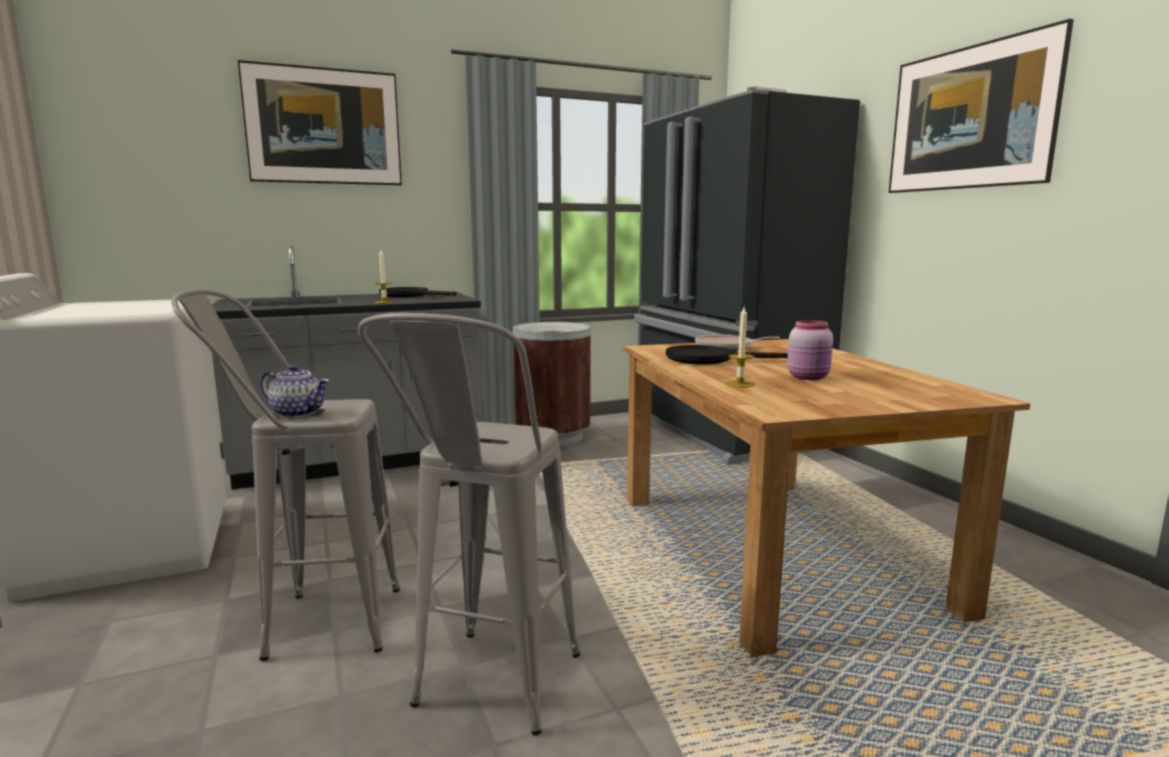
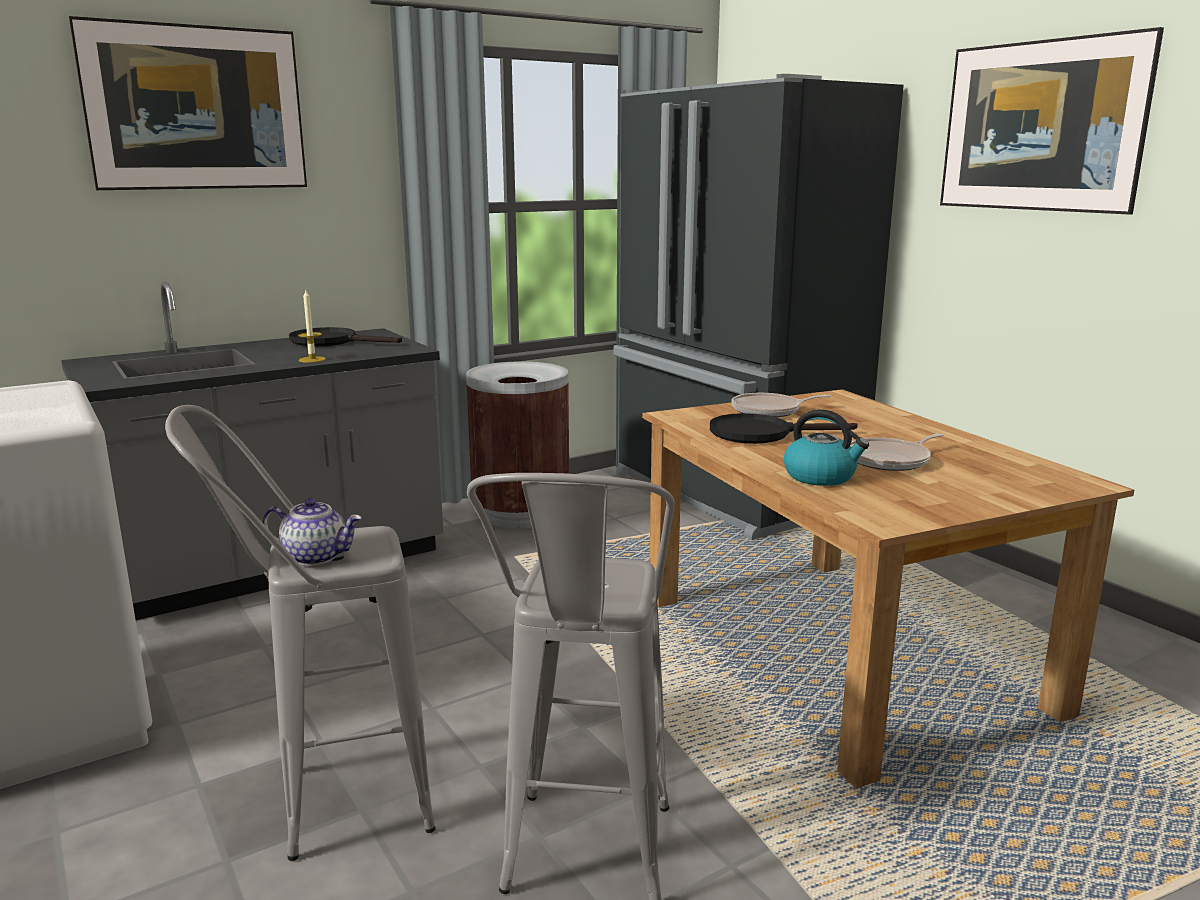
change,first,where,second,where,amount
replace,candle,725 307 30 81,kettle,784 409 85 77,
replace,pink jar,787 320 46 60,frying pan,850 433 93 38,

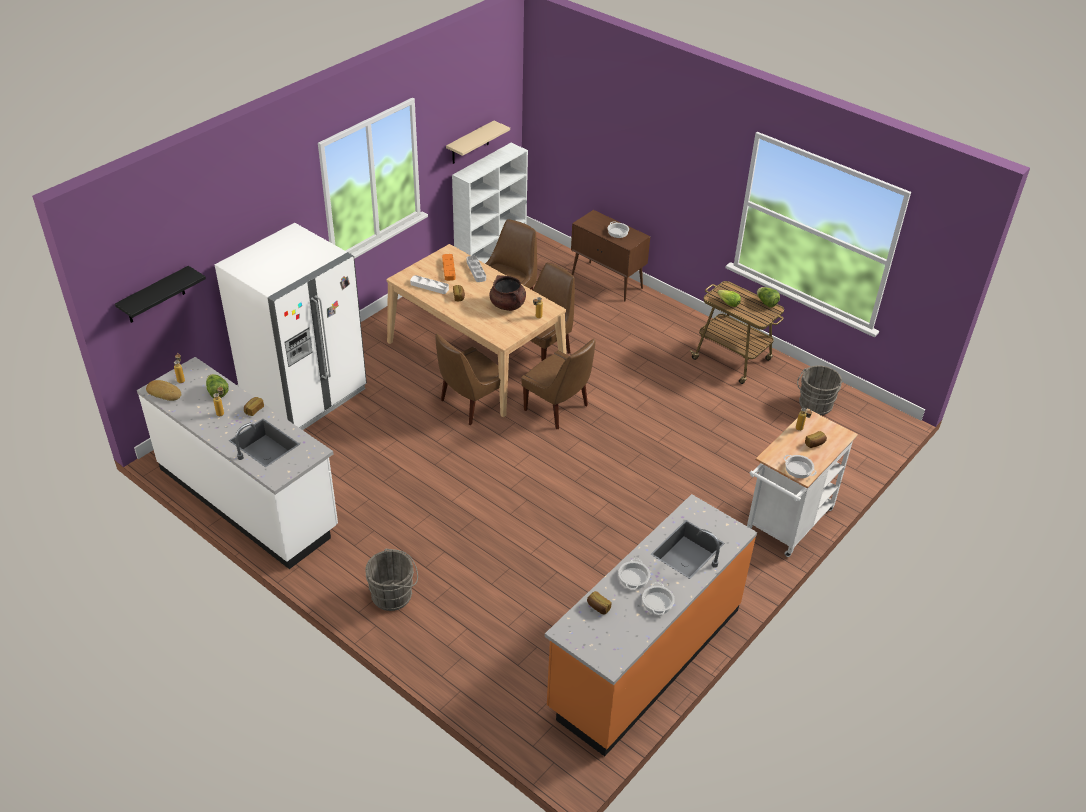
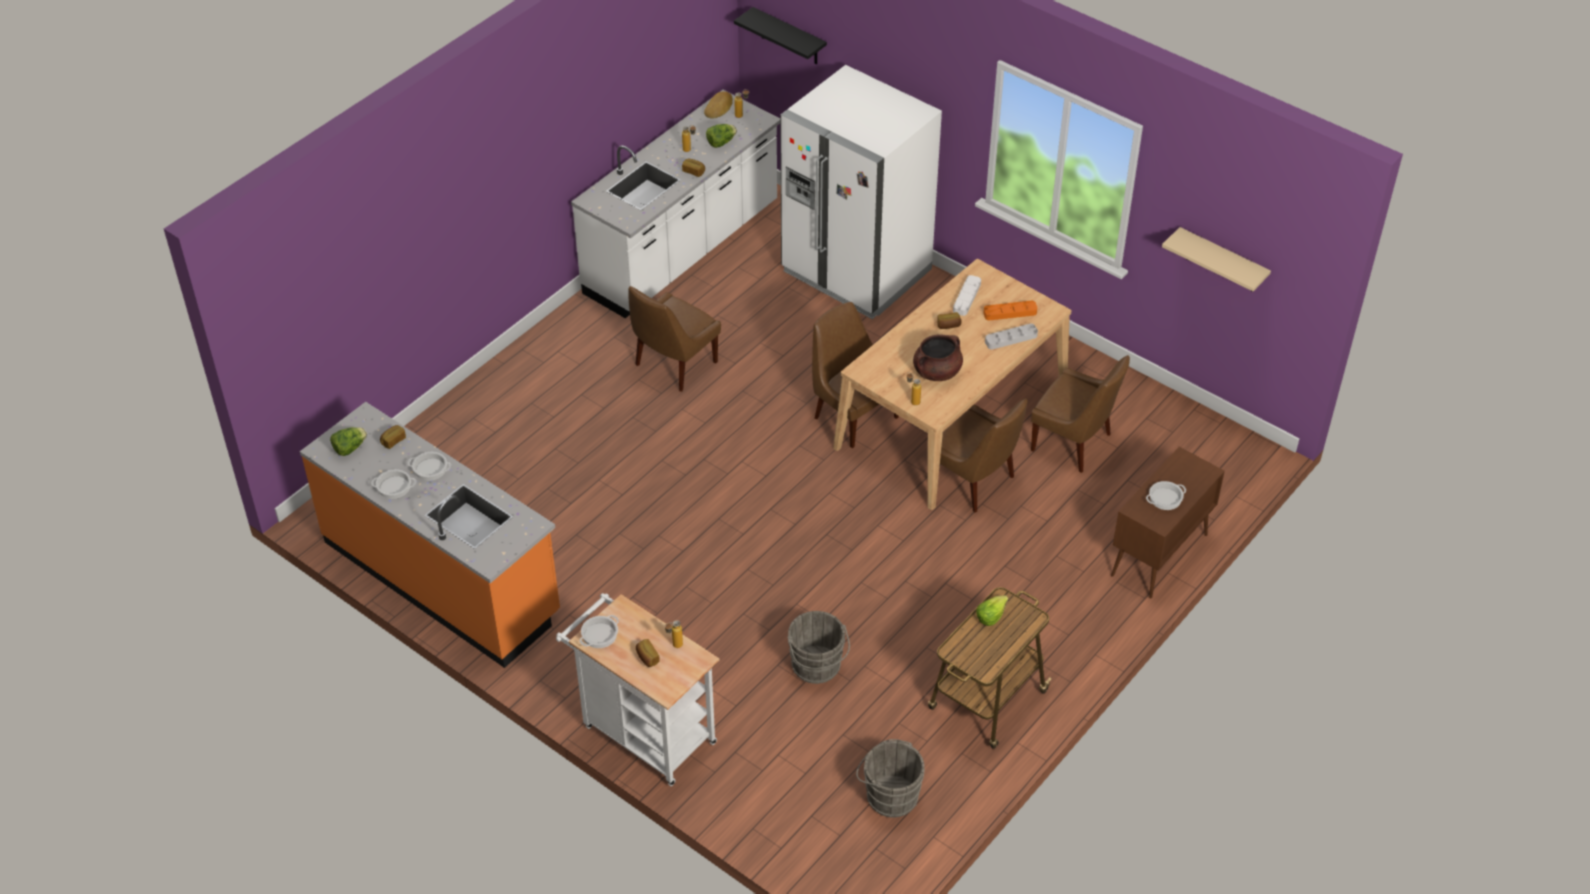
change,first,where,second,where,amount
move,grey bucket,365 549 53 62,,787 611 63 73,
delete,white bookcase,452 143 76 120,,,
move,brown chair,521 339 75 90,,628 286 93 106,
move,lettuce,757 287 23 21,,330 427 37 29,

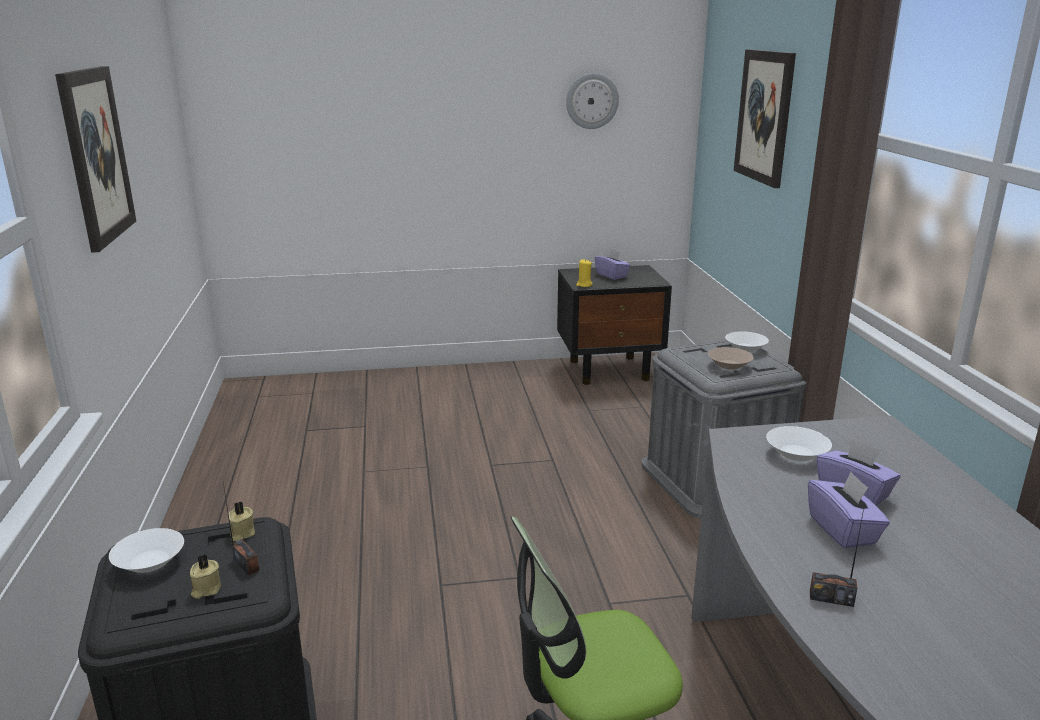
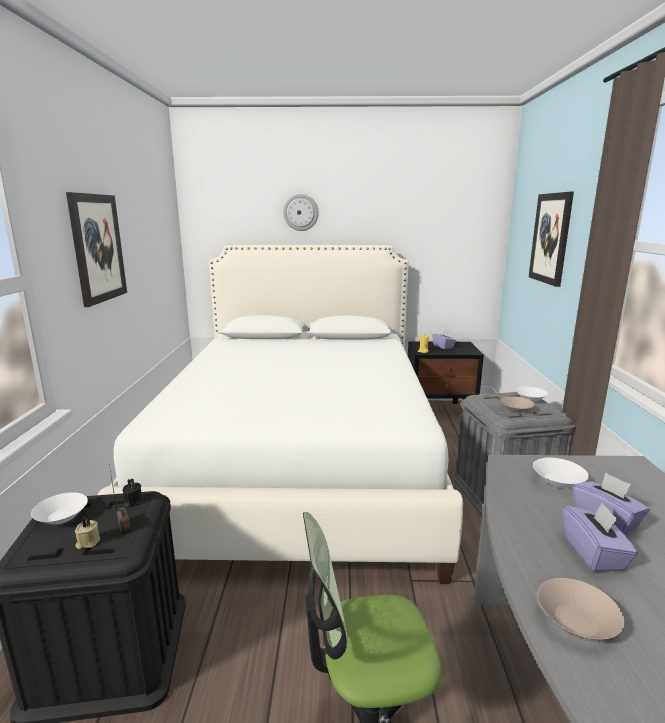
change,first,where,second,where,amount
recolor,beige candle,229 501 26 40,black candle,123 479 19 29,
move,wall clock,566 73 53 56,,283 194 36 37,
replace,radio,810 503 55 104,beige bowl,537 578 87 62,
insert,,,white bed,97 245 366 339,

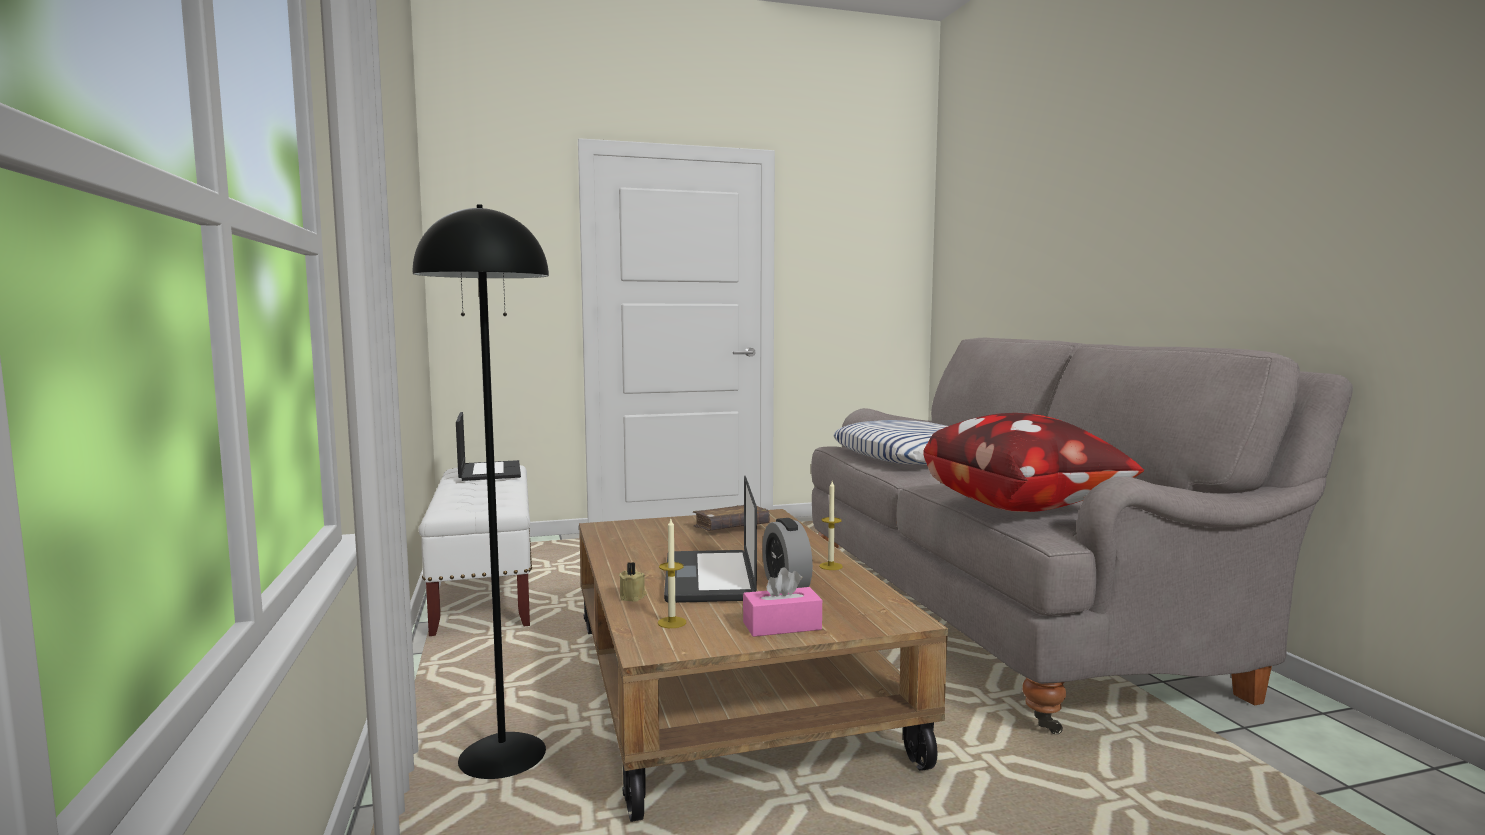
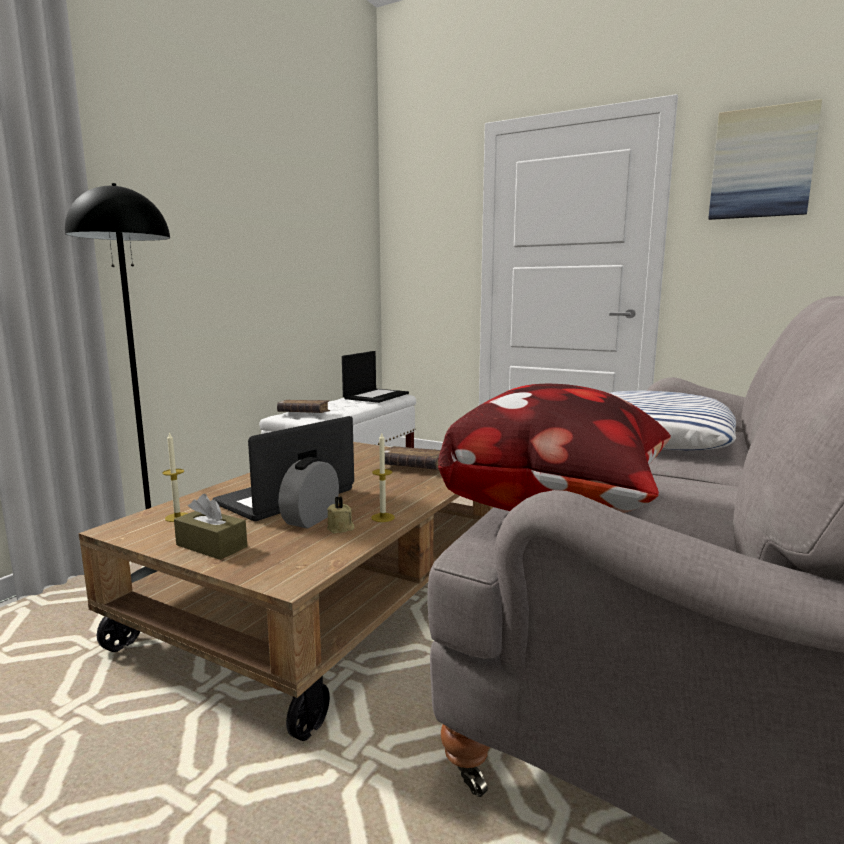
change,first,where,second,where,amount
move,beige candle,619 562 28 40,,327 496 28 38,
recolor,pink tissue box,743 567 79 70,brown tissue box,174 494 73 66,
insert,,,brown book,277 400 53 13,
insert,,,picture,708 99 114 121,

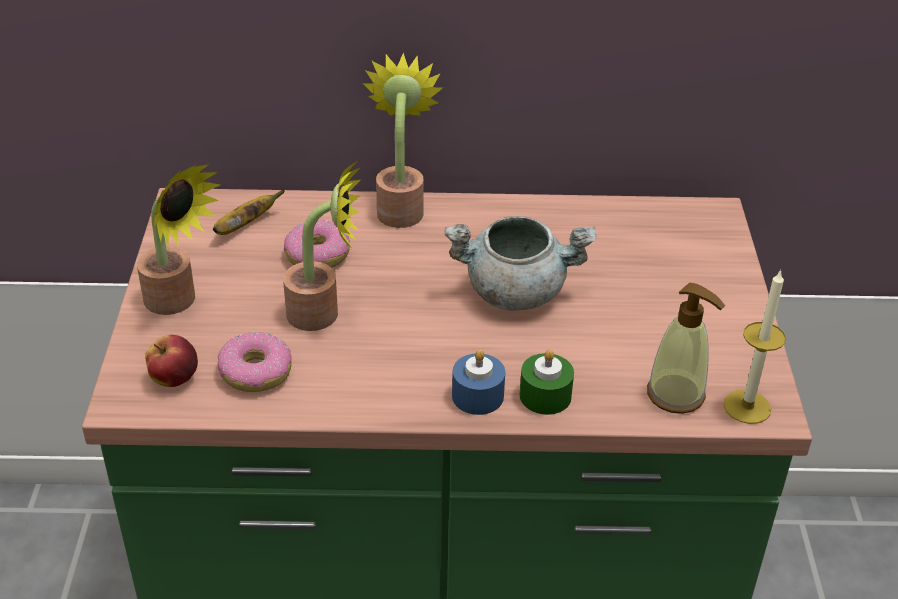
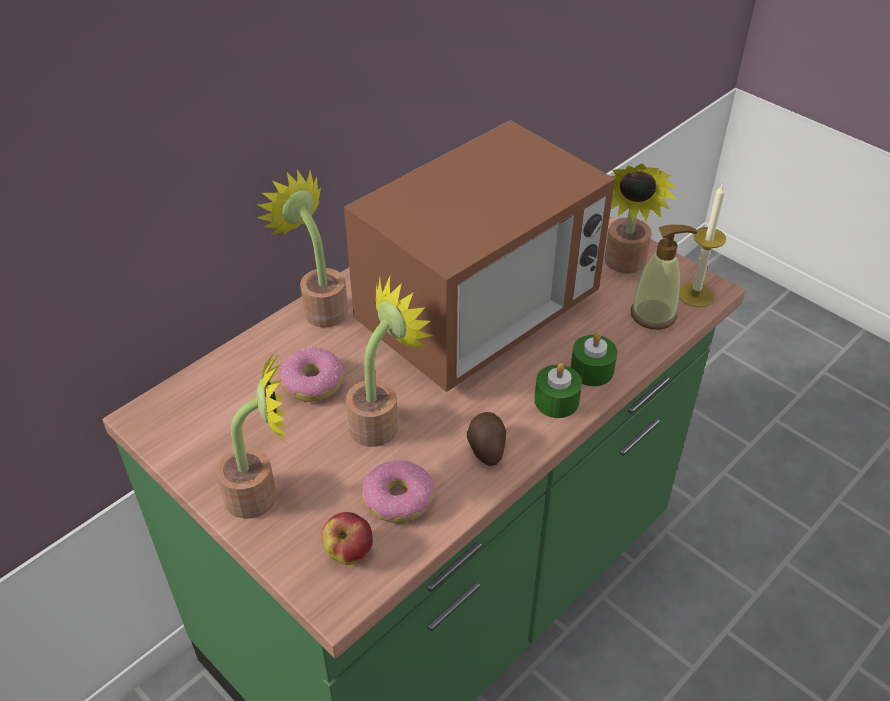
change,first,where,second,where,amount
delete,banana,213 188 72 47,,,
replace,grey cooking pot,445 216 152 94,microwave,344 120 271 272,
recolor,blue candle,452 349 53 66,green candle,534 363 48 55,
insert,,,potato,467 412 39 54,
insert,,,potted plant,604 164 73 110,

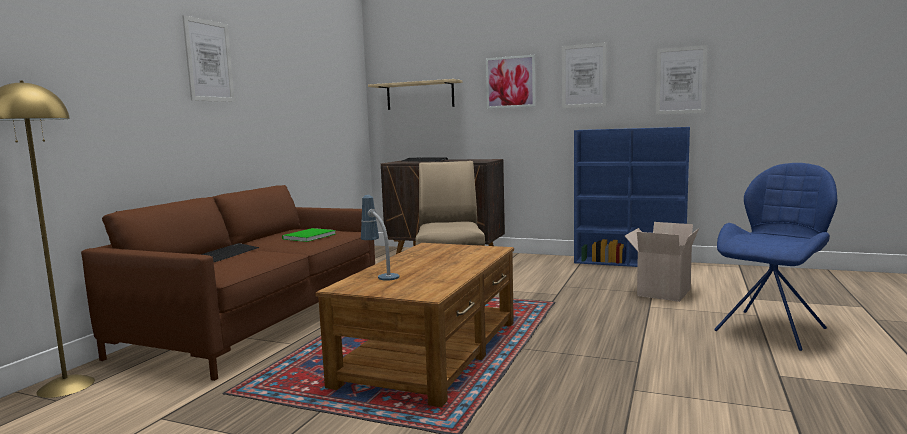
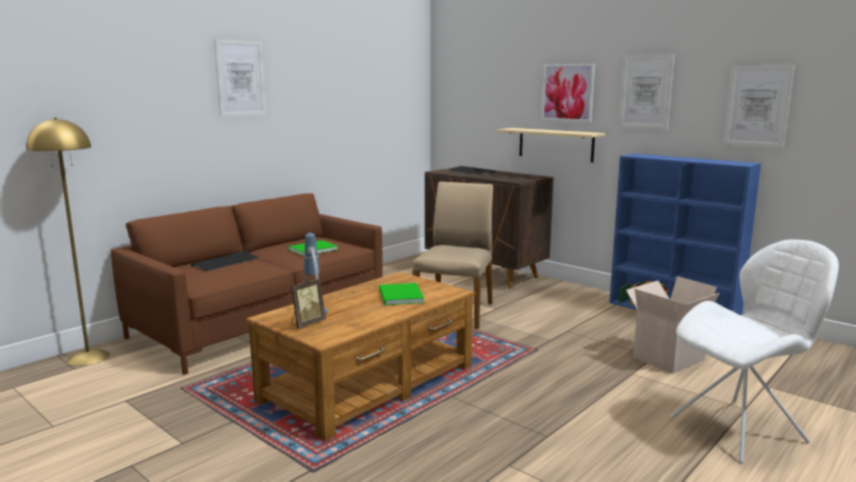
change,first,where,second,where,amount
move,beige shelf,368 79 94 31,,497 128 108 35,
recolor,blue chair,714 163 123 188,white chair,670 239 169 224,
insert,,,picture frame,291 277 35 52,
insert,,,green book,379 283 45 22,

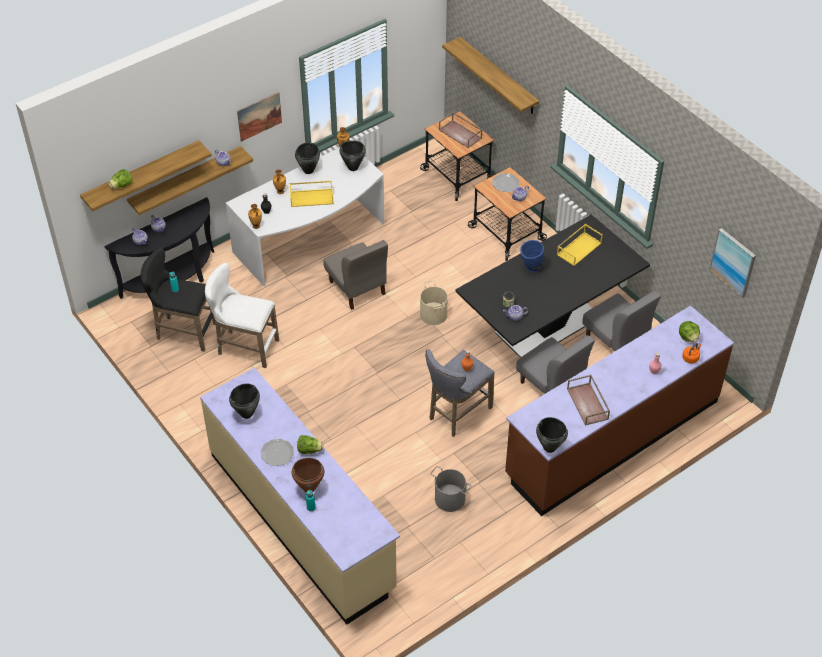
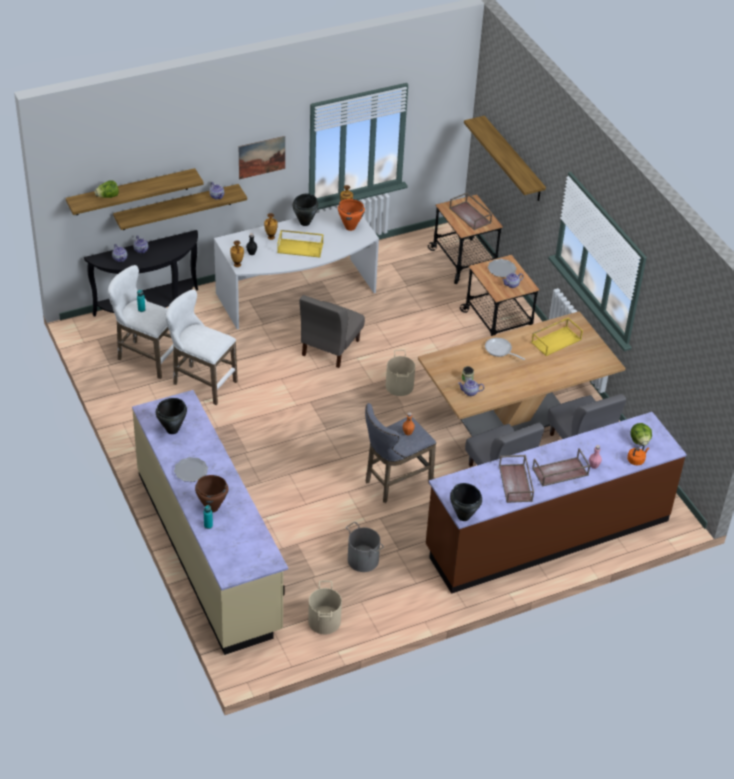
change,first,where,second,where,amount
recolor,black stool,141 247 74 105,white stool,108 265 73 114,
delete,lettuce,297 435 27 19,,,
rotate,grey chair,324 240 64 70,,299 295 66 73,45 degrees clockwise
recolor,black cooking pot,339 140 27 31,orange cooking pot,338 199 27 32,
recolor,black dining table,455 214 195 144,beige dining table,418 311 208 125,
replace,blue vase,520 240 24 32,frying pan,485 338 40 22,
delete,picture,709 228 47 70,,,
insert,,,beige bucket,308 581 34 53,
insert,,,brown tray,532 448 58 39,

